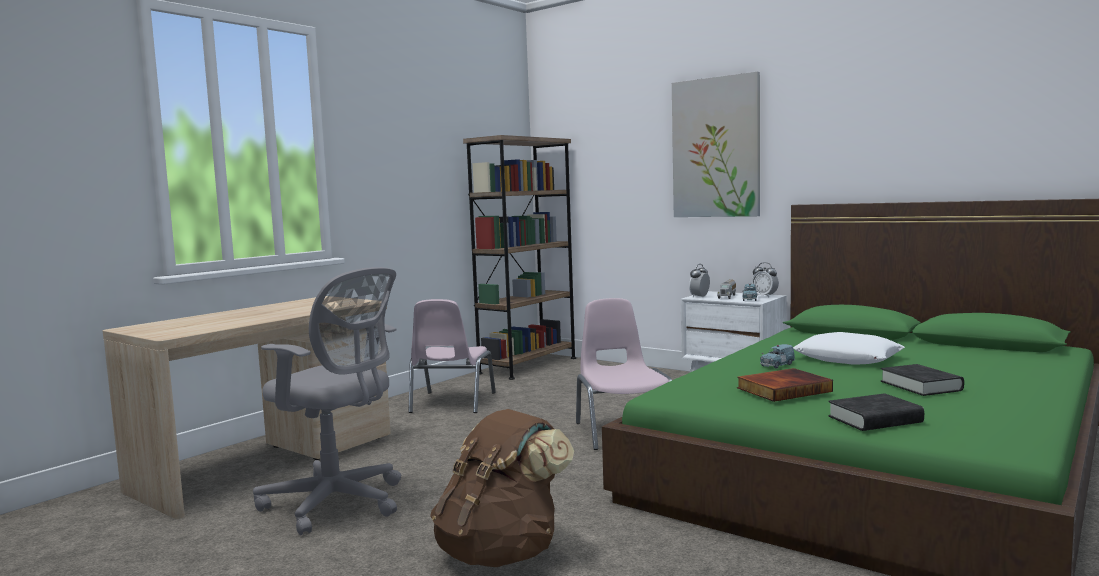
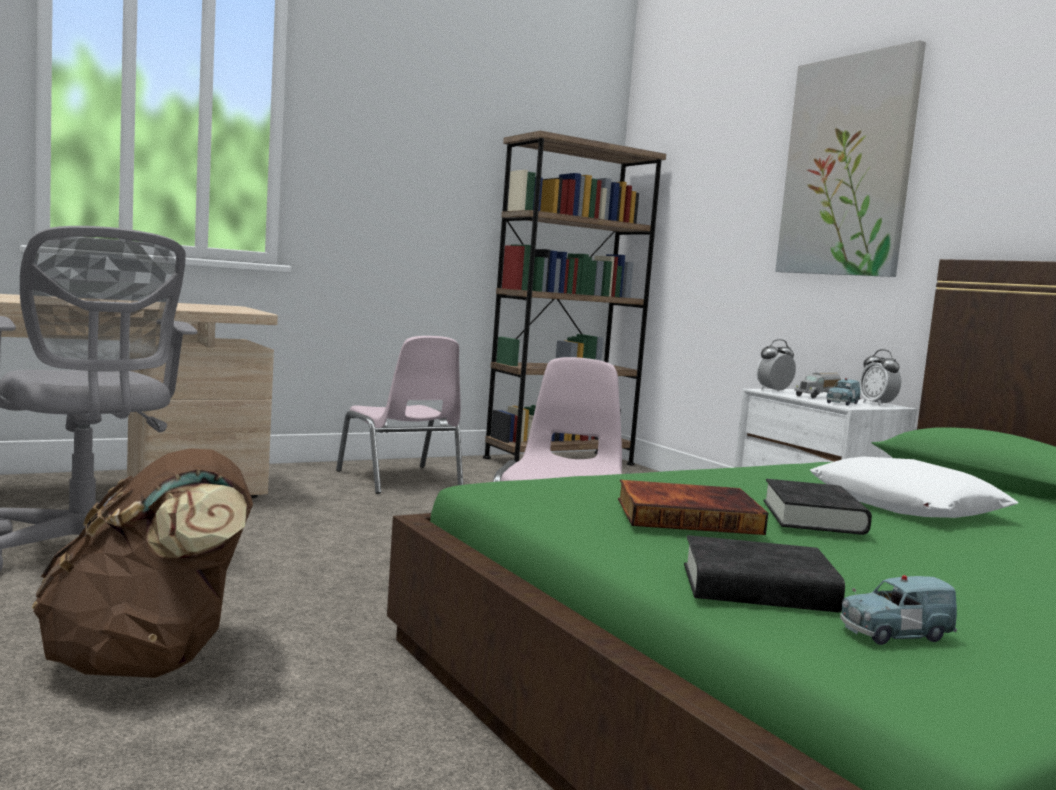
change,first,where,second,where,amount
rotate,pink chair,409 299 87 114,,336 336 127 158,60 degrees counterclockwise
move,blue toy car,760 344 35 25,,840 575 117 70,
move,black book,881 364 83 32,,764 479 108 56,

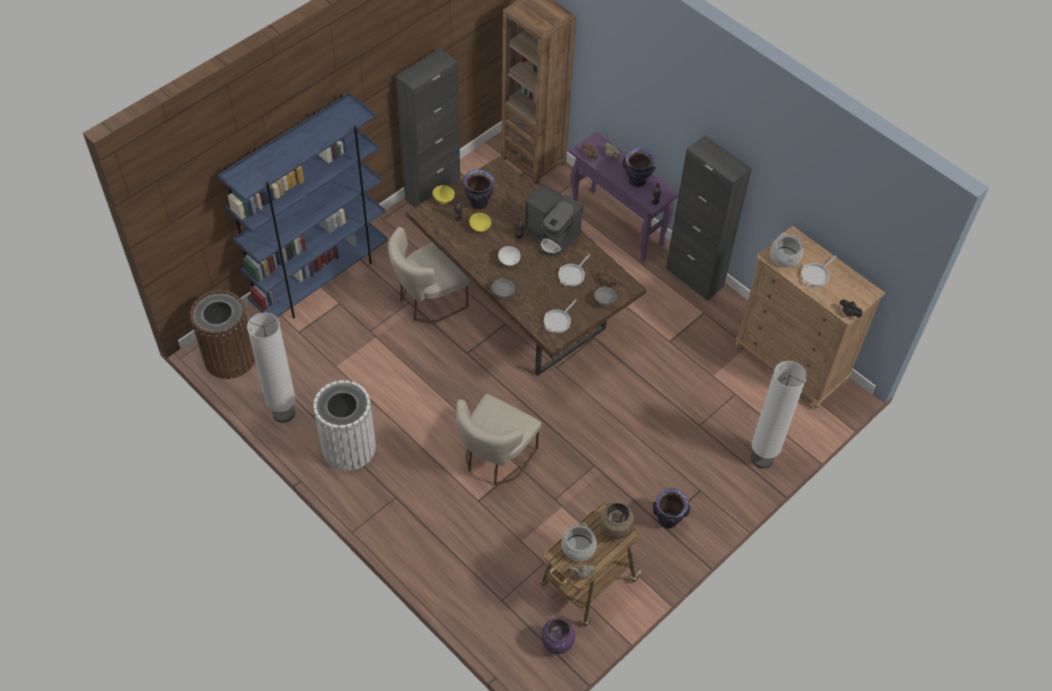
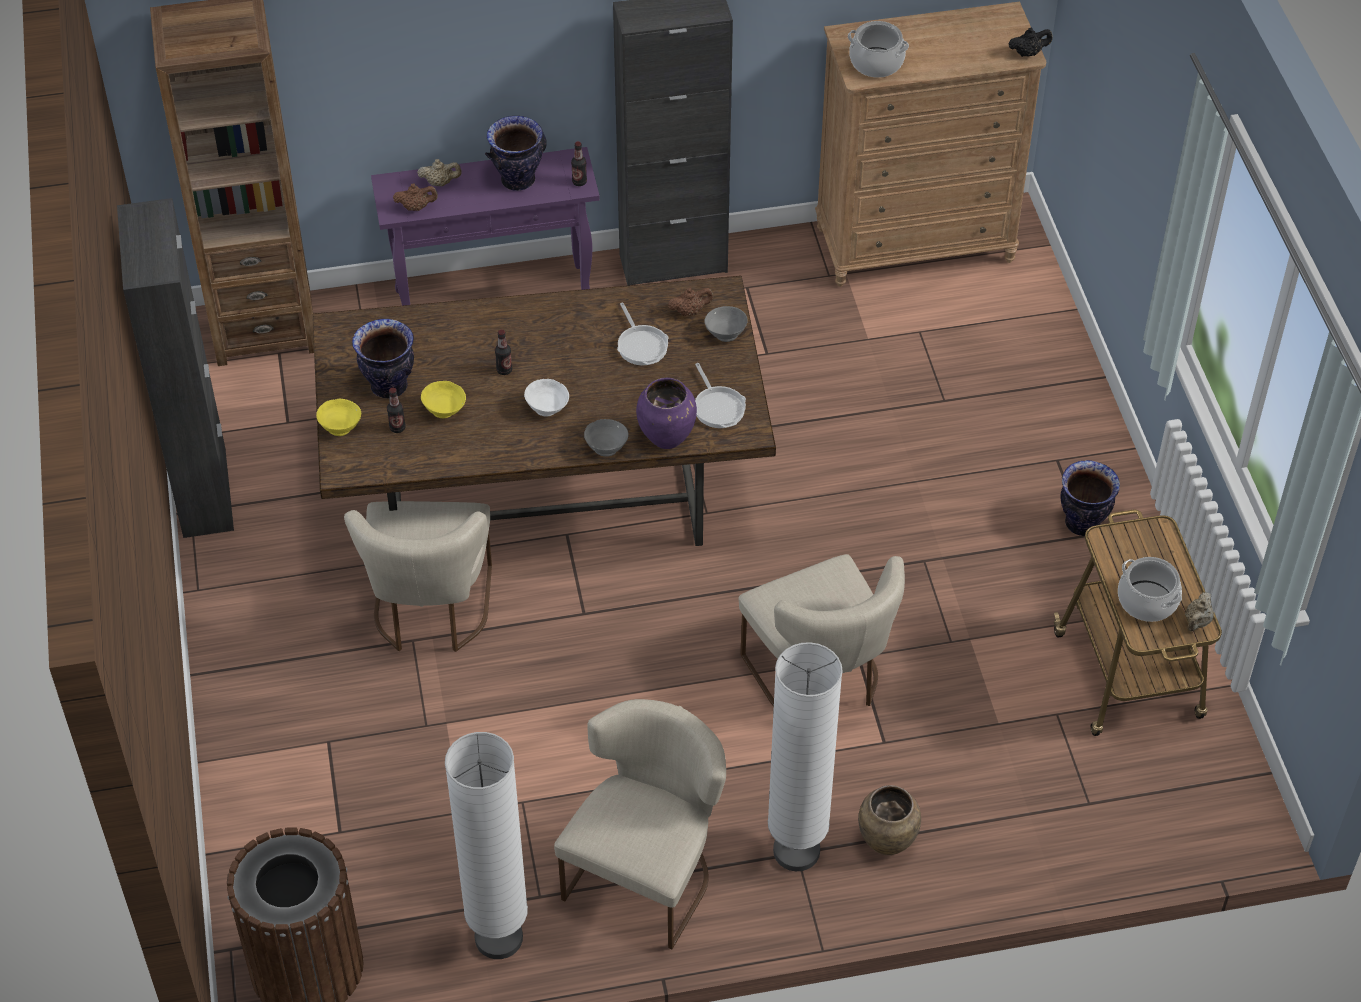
change,first,where,second,where,amount
delete,blue bookcase,218 92 169 227,,,
replace,white trash can,313 380 63 91,beige chair,554 699 172 251,
delete,coffee machine,523 184 60 72,,,
move,purple vase,541 618 34 36,,636 378 61 71,
move,brown vase,600 502 34 38,,858 785 63 70,
move,white floor lamp,751 361 56 108,,768 642 75 229,
delete,frying pan,801 255 36 32,,,

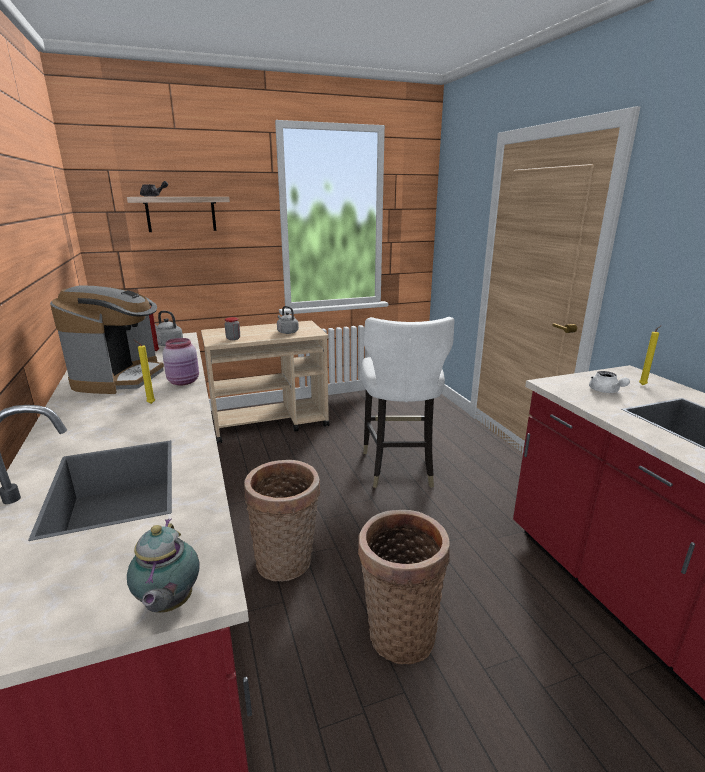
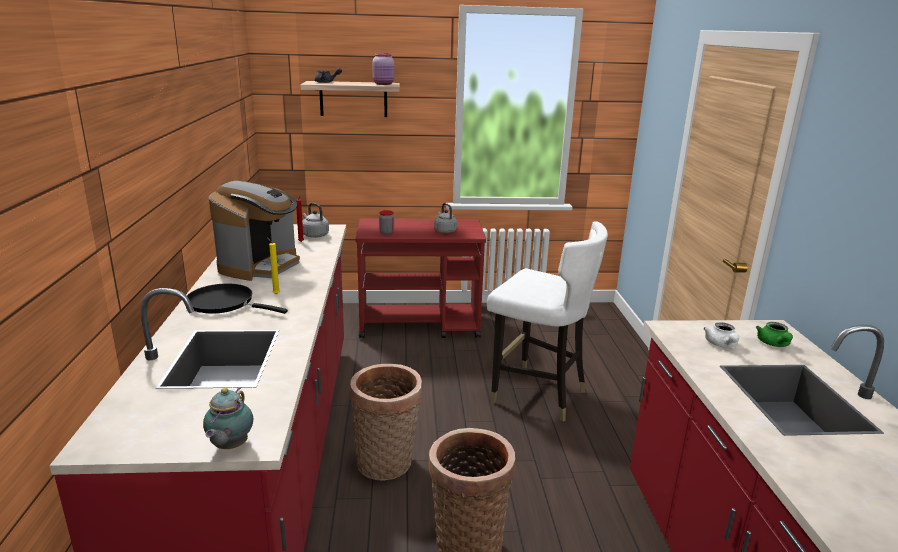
change,first,where,second,where,amount
move,pink jar,162 338 37 48,,373 53 21 32,
recolor,beige cart,201 321 128 123,red cart,356 218 130 120,
rotate,white chair,361 317 94 171,,487 222 121 199,75 degrees counterclockwise
replace,yellow candle,639 326 22 59,green teapot,756 322 37 25,
insert,,,black frying pan,187 284 101 30,

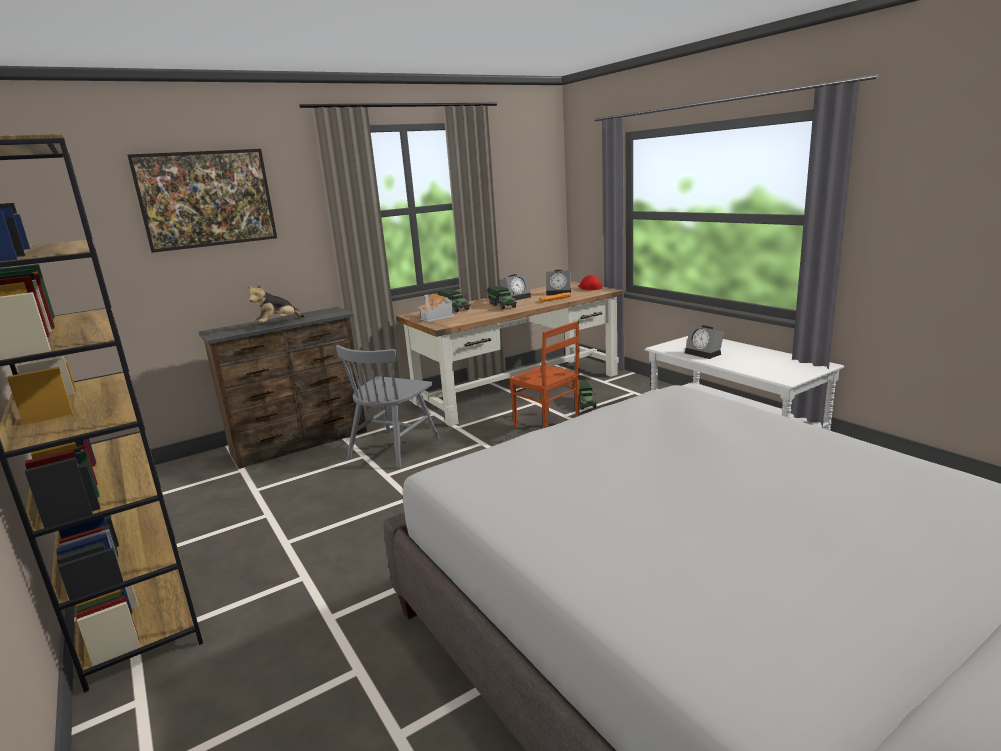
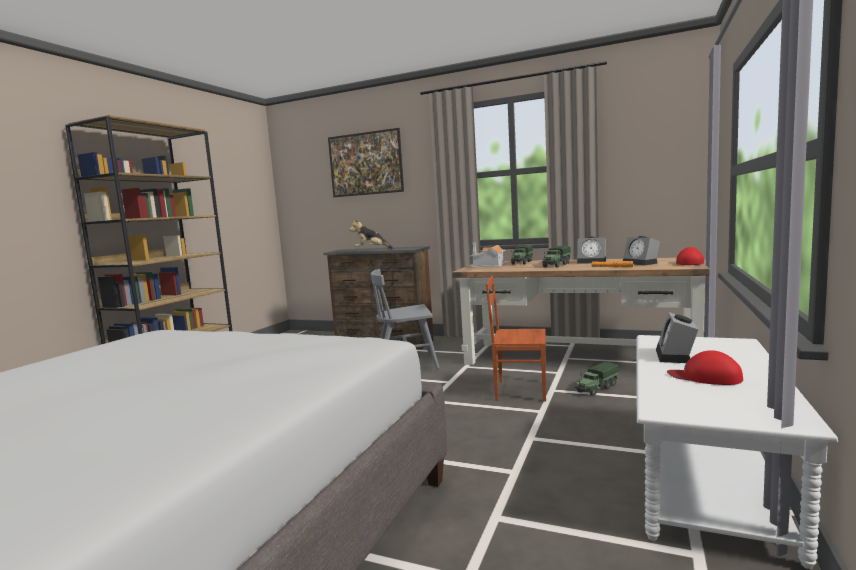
change,first,where,second,where,amount
rotate,brown chair,509 321 70 107,,486 276 60 126,90 degrees clockwise
insert,,,red cap,667 350 76 35,

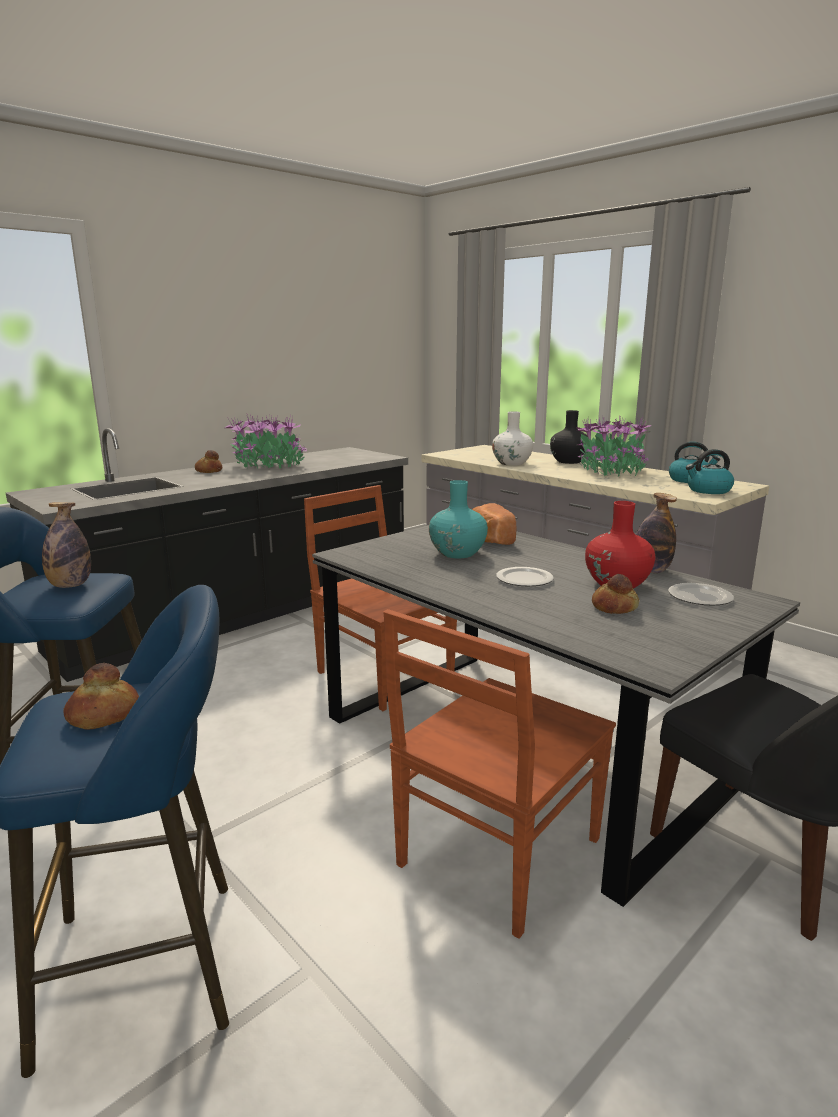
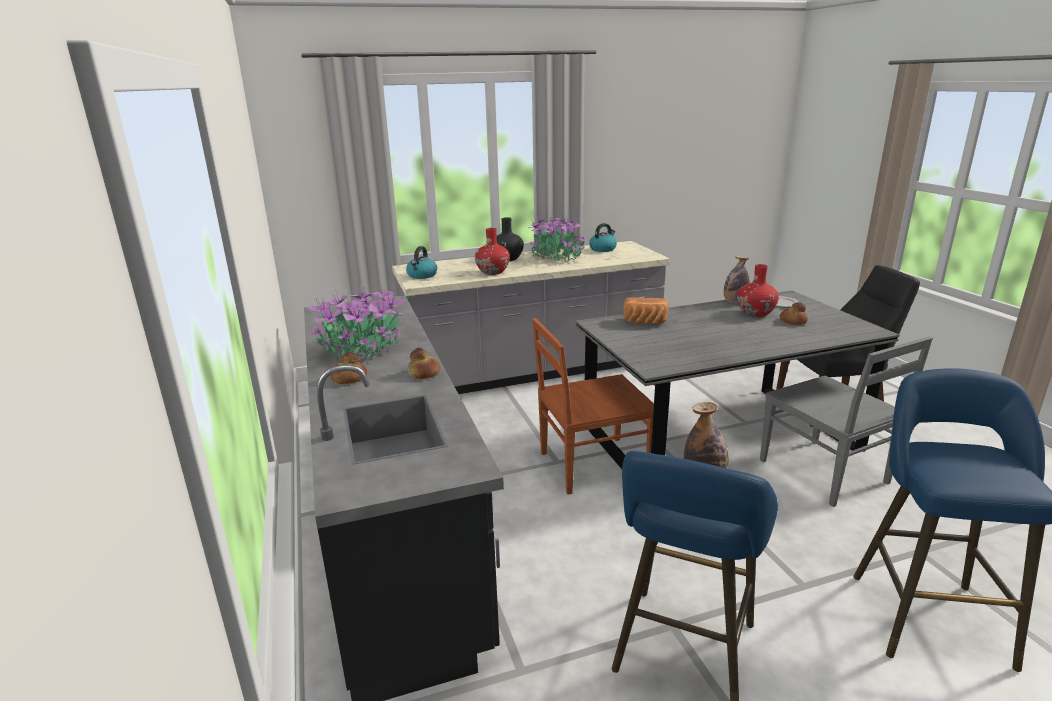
change,first,where,second,where,amount
move,bread,63 663 76 67,,408 348 33 31,
recolor,brown chair,383 609 233 330,grey chair,760 336 173 171,
delete,turquoise vase,429 480 59 78,,,
recolor,white vase,492 411 41 55,red vase,475 228 35 47,
delete,plate,496 567 58 19,,,
move,kettle,686 449 48 45,,406 246 31 33,

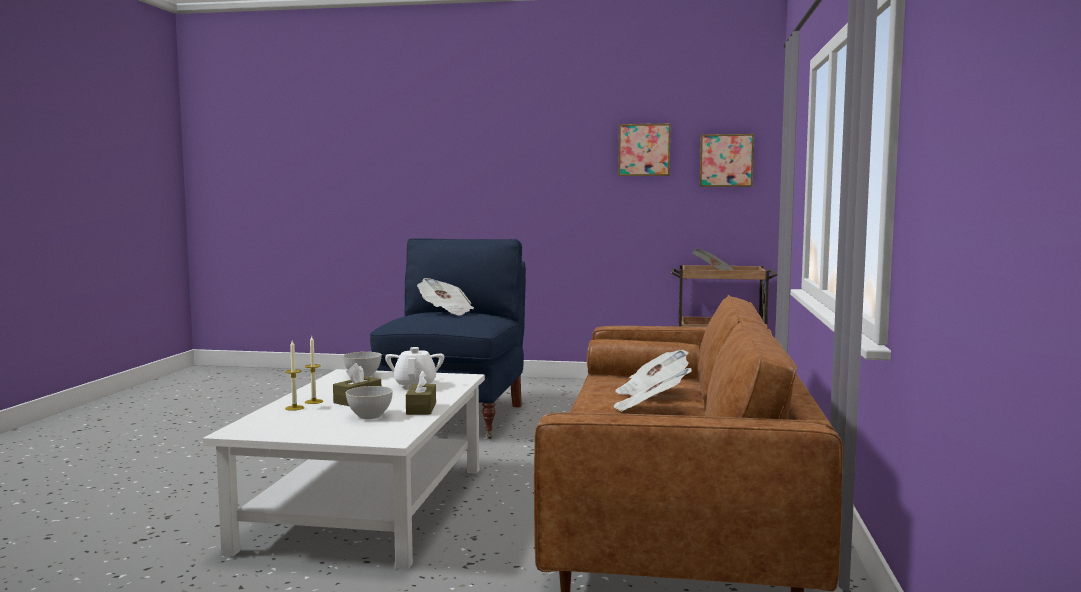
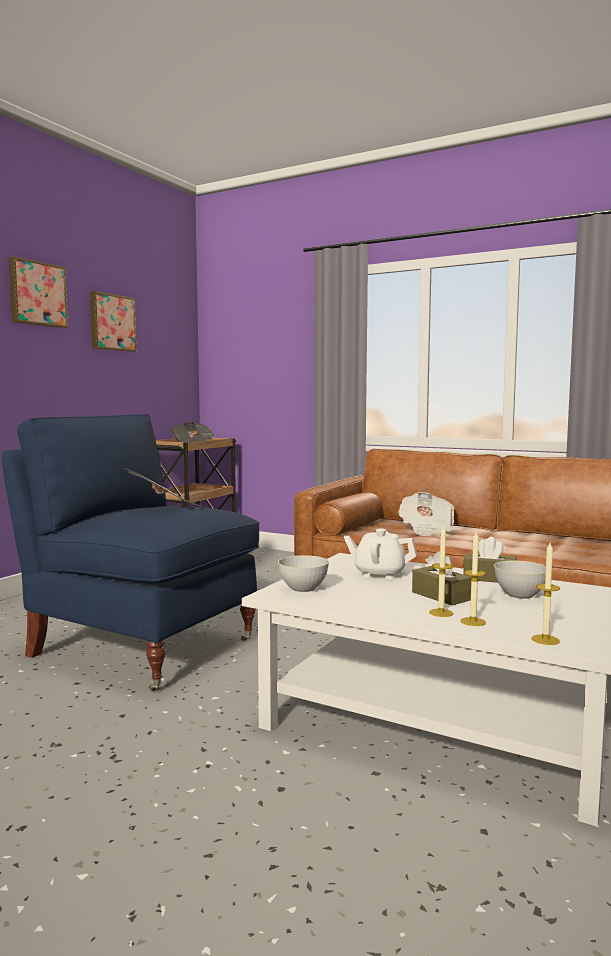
change,first,where,second,where,amount
delete,newspaper,613 368 79 44,,,
move,picture,699 134 55 53,,9 256 59 72,
insert,,,candle,532 543 28 102,

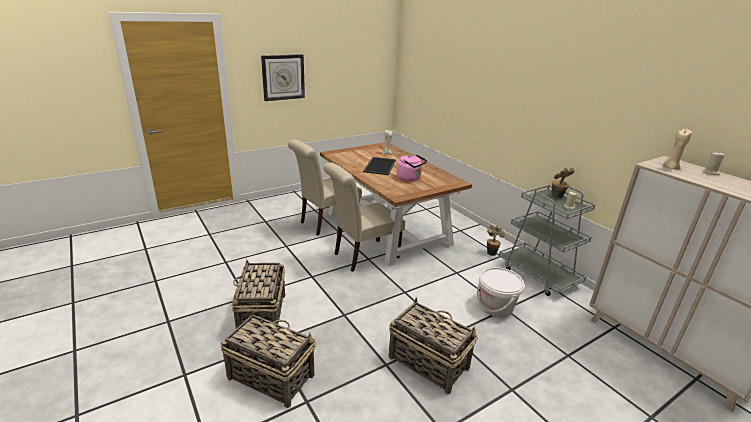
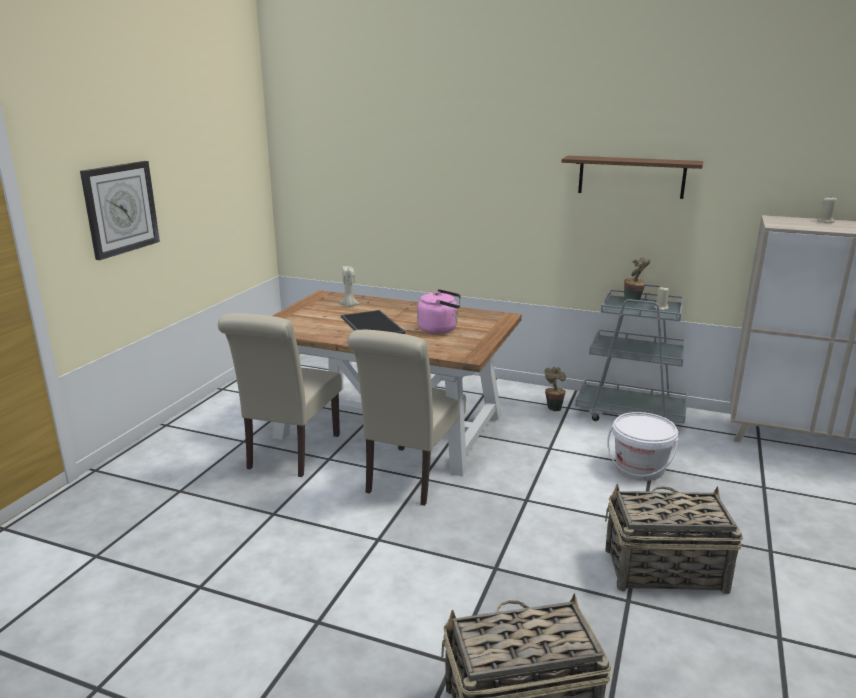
change,first,where,second,where,amount
delete,basket,232 260 53 71,,,
delete,beige candle,663 129 29 41,,,
insert,,,brown shelf,562 156 141 43,

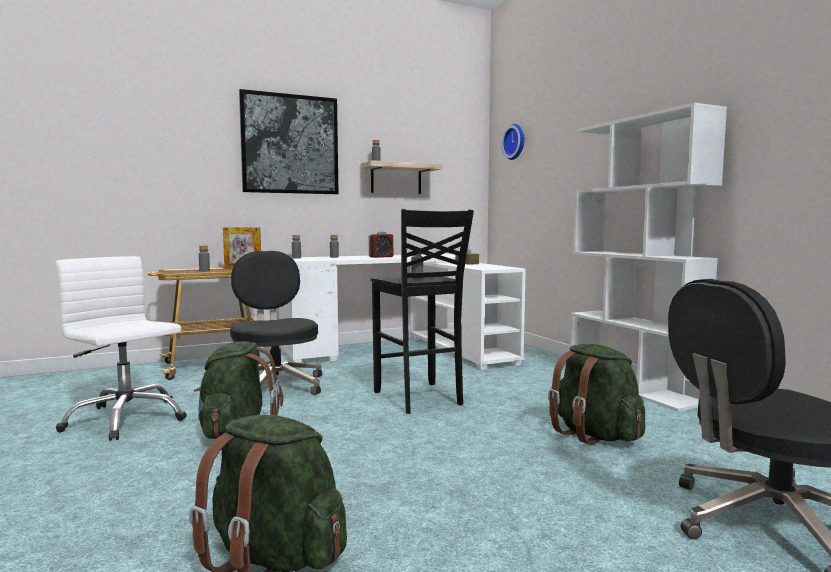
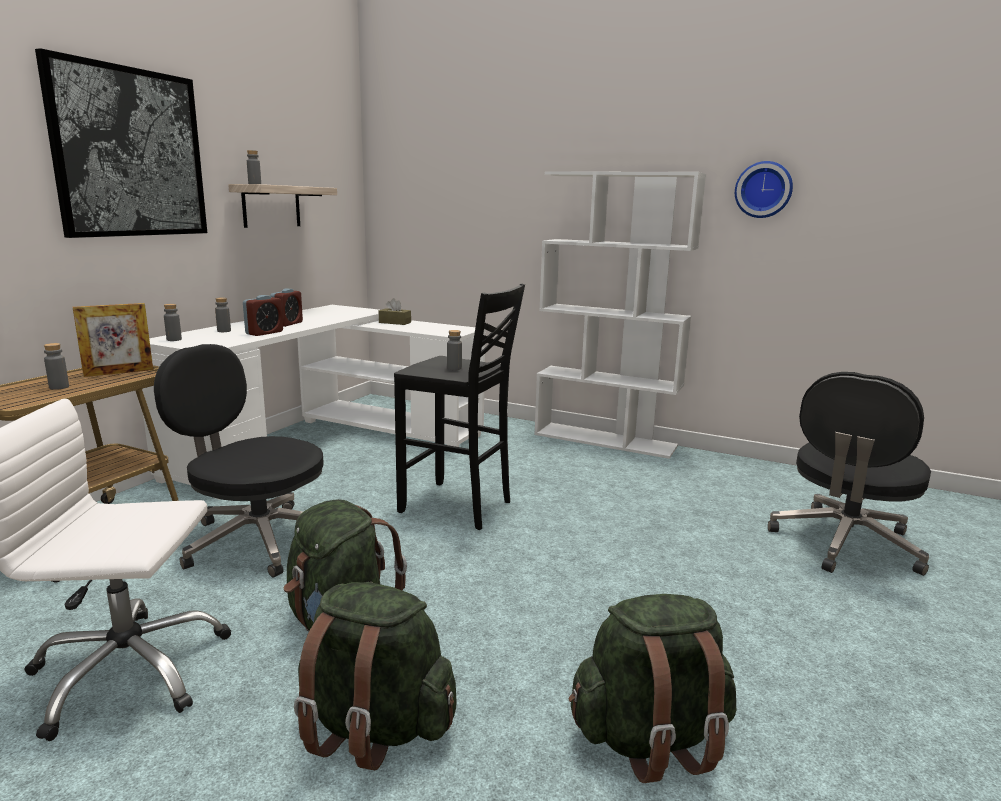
change,first,where,second,where,amount
move,wall clock,502 124 23 36,,735 161 58 57,
move,green backpack,548 344 97 101,,294 582 163 189,
insert,,,alarm clock,243 295 40 41,

